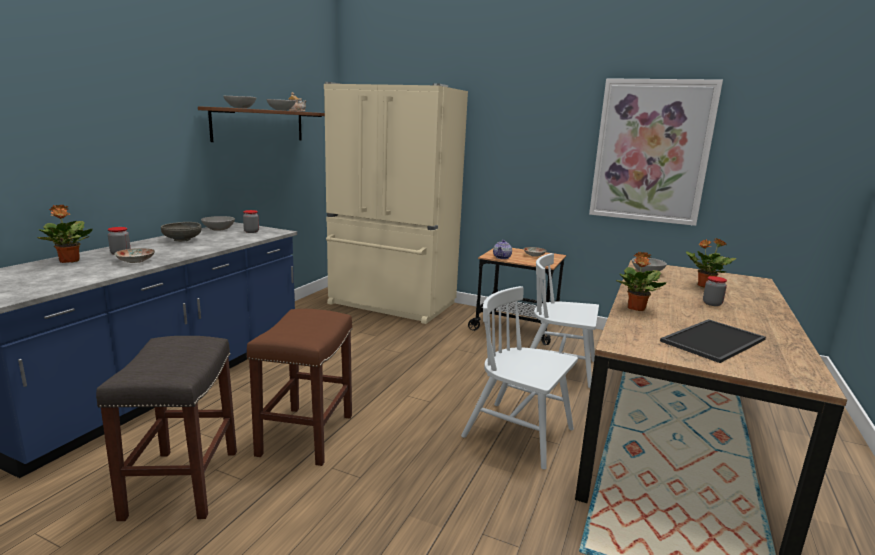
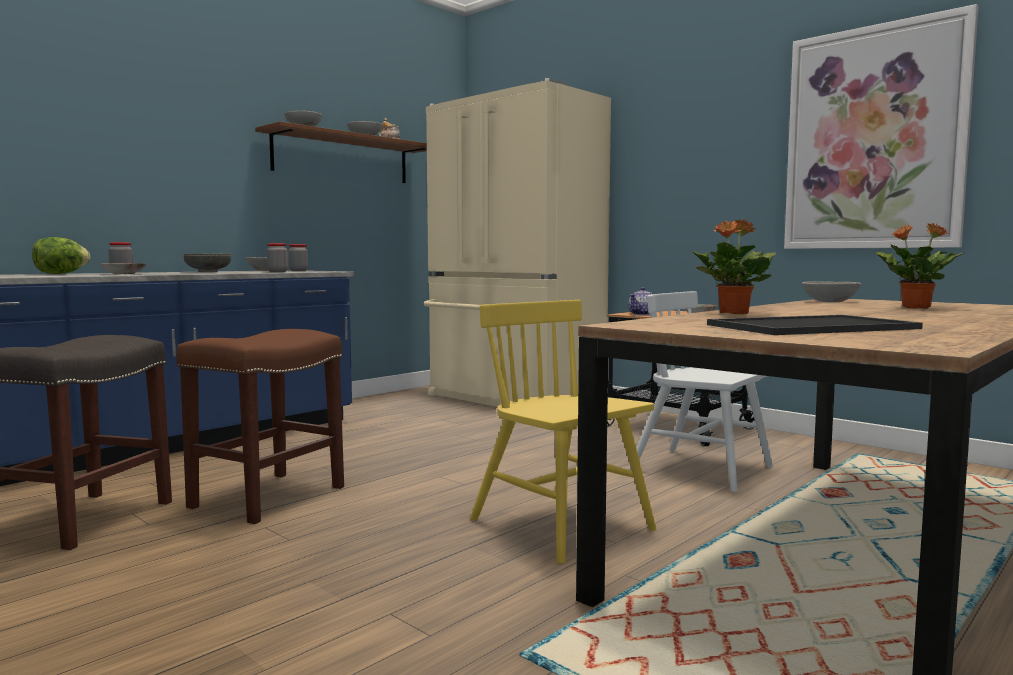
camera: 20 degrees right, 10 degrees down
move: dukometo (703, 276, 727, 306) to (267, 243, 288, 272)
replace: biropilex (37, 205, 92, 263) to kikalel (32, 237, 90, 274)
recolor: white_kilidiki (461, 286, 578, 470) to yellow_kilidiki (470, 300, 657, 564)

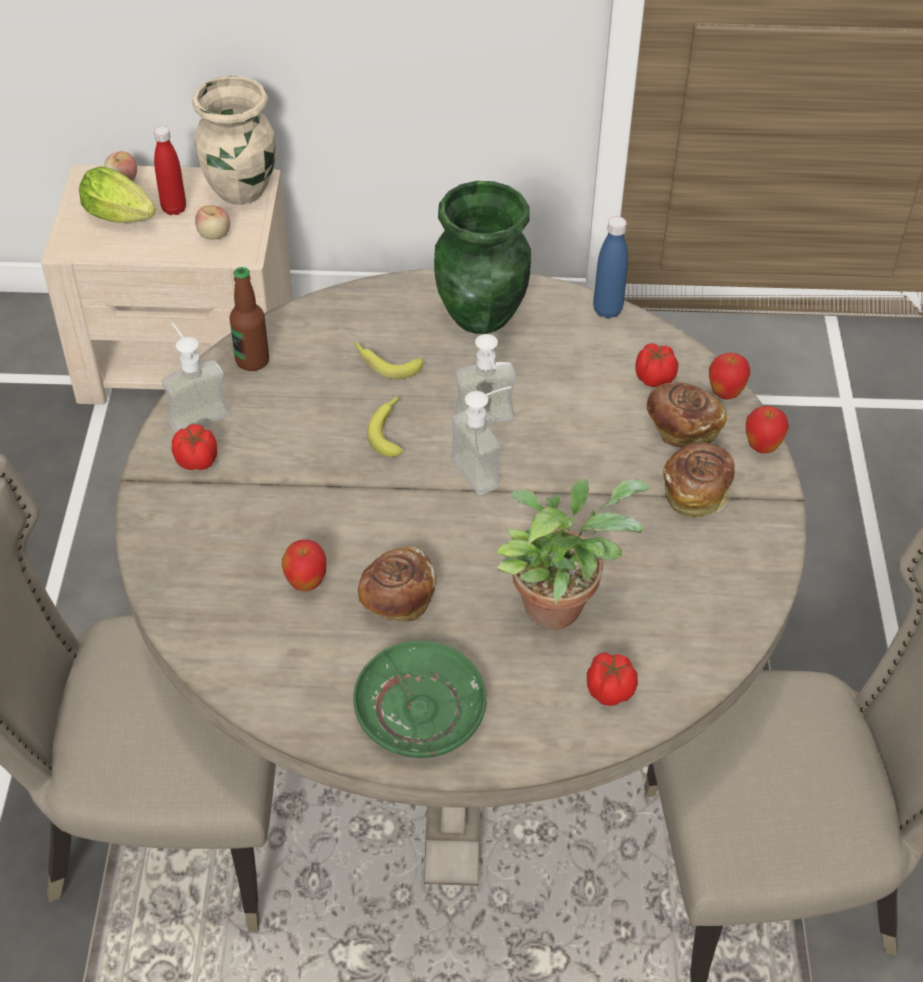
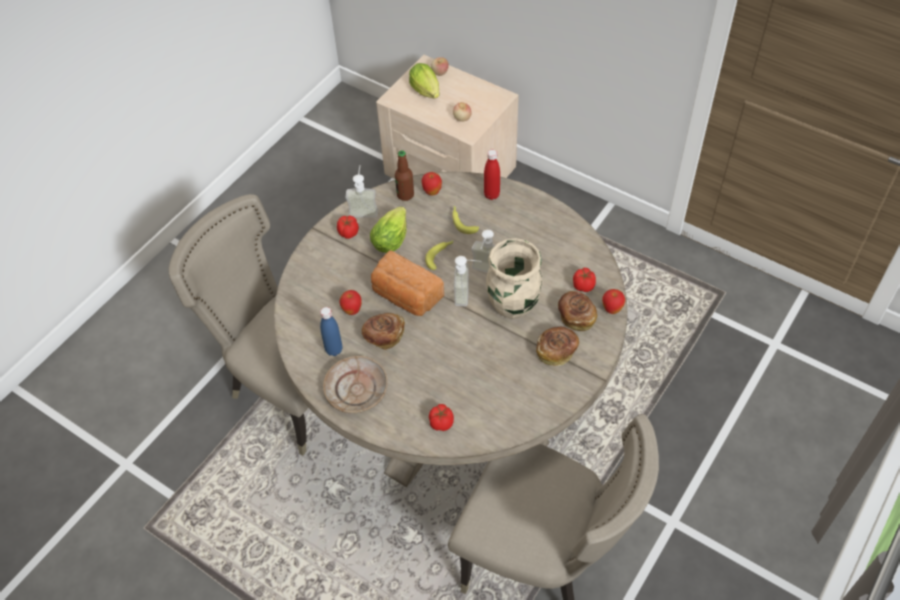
camera: 35 degrees right, 5 degrees up
delete: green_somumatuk (434, 181, 531, 334); biropilex (496, 479, 651, 629)
insert: kikalel (370, 206, 407, 253); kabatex (371, 250, 444, 316)
move: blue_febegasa (593, 216, 628, 319) to (320, 307, 342, 356); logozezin (746, 406, 789, 454) to (422, 172, 442, 195); red_febegasa (154, 126, 186, 215) to (484, 149, 500, 200); beige_somumatuk (192, 75, 276, 205) to (486, 238, 542, 319)
recolor: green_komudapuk (353, 641, 487, 758) to beige_komudapuk (323, 356, 388, 414)

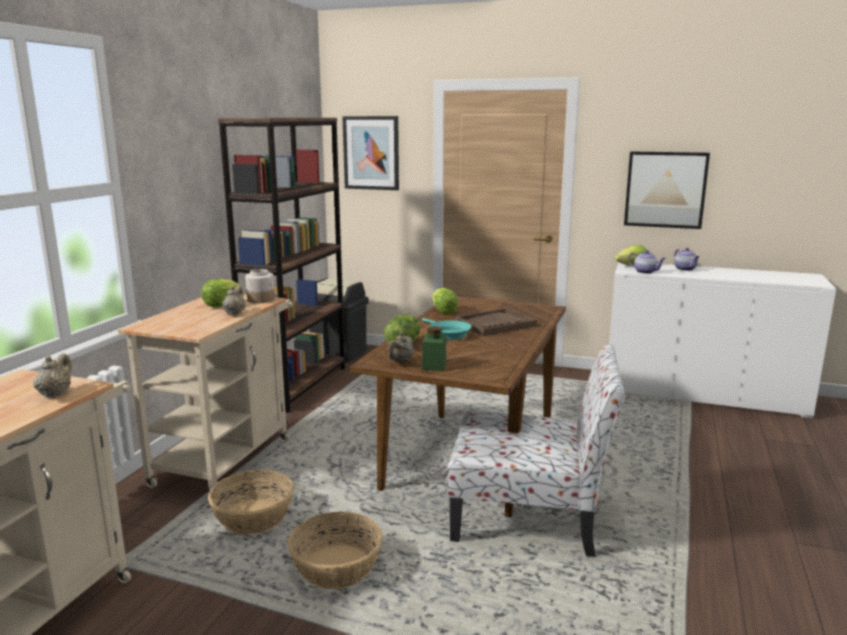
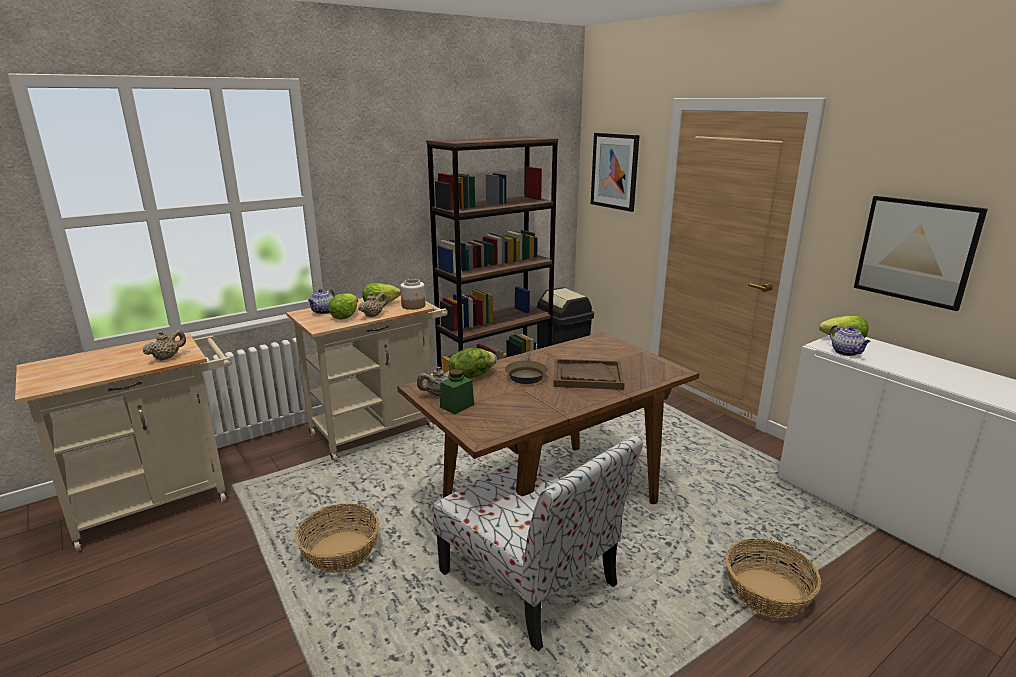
camera: 35 degrees right, 5 degrees up
move: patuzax (674, 248, 699, 271) to (308, 289, 335, 314); kikalel (433, 288, 458, 314) to (328, 293, 358, 320); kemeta (208, 470, 294, 535) to (725, 539, 821, 618)
recolor: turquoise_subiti (422, 318, 472, 340) to brown_subiti (505, 353, 548, 384)

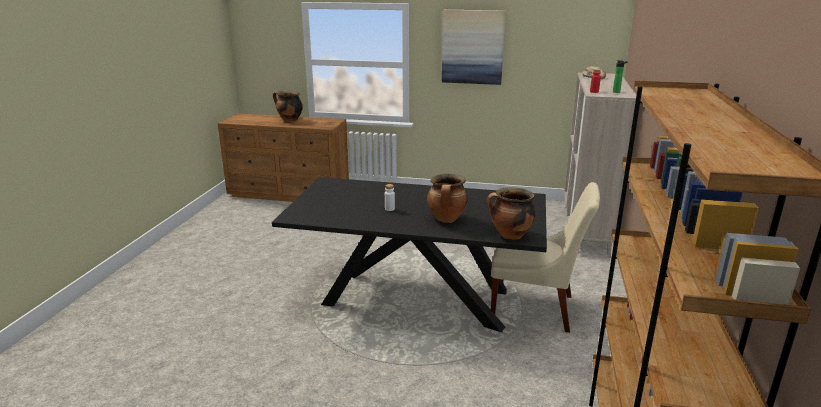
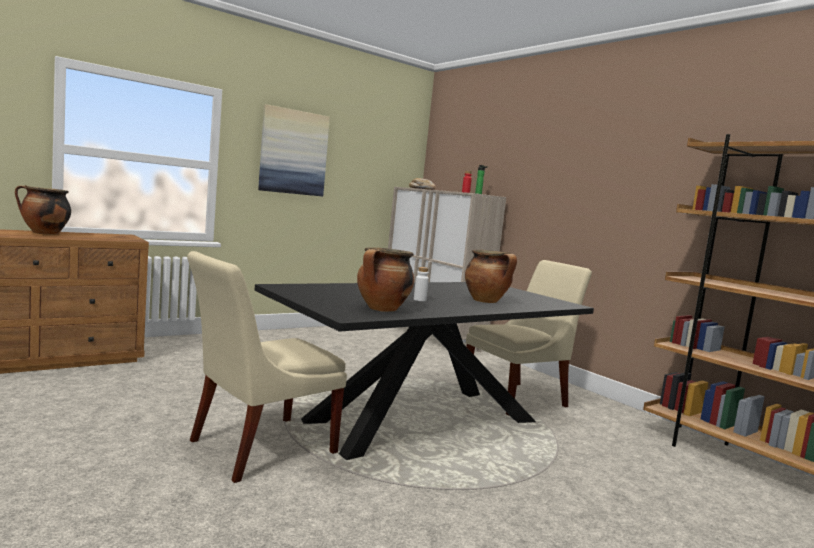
camera: 50 degrees left, 15 degrees down
insert: beige_kilidiki (187, 251, 347, 483)
move: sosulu (487, 187, 535, 240) to (357, 247, 414, 312)

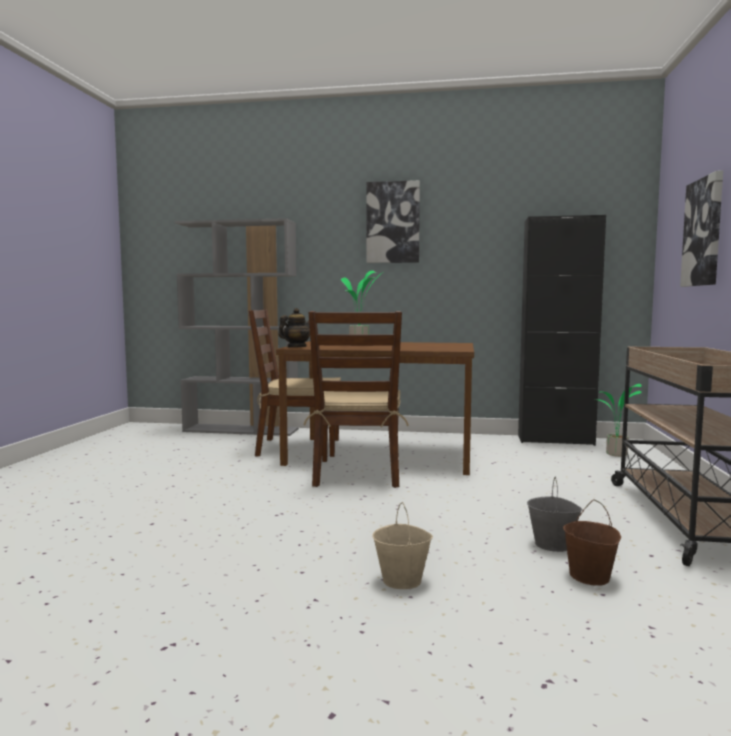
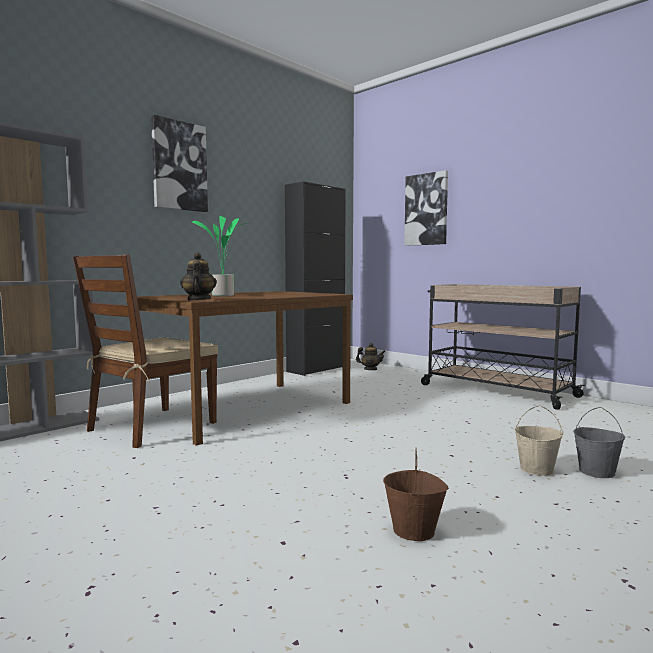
camera: 55 degrees left, 0 degrees up
delete: brown_kilidiki (303, 311, 409, 488)
move: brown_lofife (563, 499, 621, 586) to (383, 447, 449, 541); grey_lofife (527, 476, 583, 552) to (573, 407, 625, 478)
replace: biropilex (597, 384, 642, 457) to patuzax (356, 343, 386, 370)

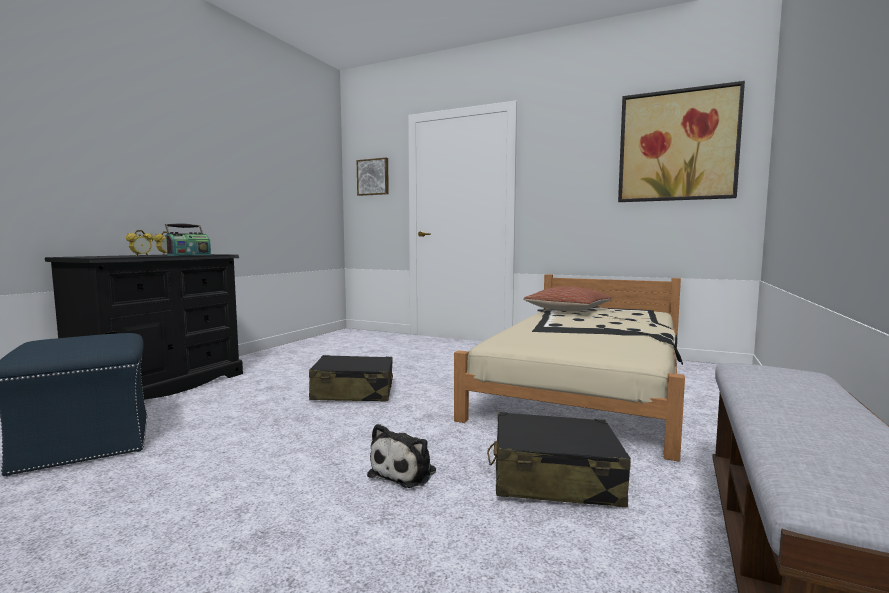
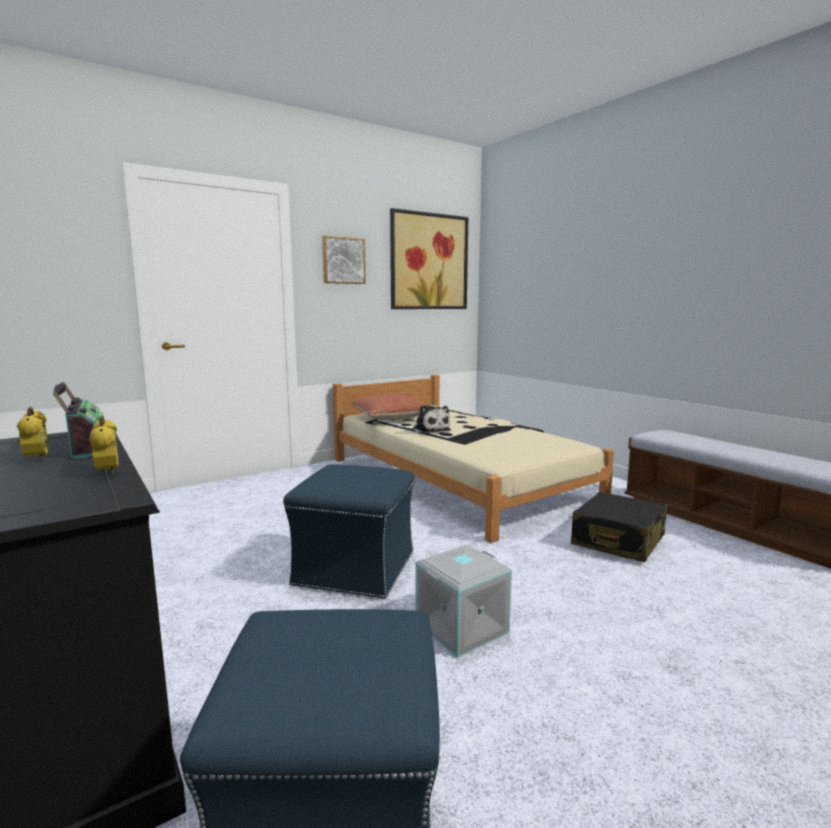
camera: 60 degrees left, 5 degrees up
insert: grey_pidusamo (416, 544, 512, 658)
move: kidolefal (357, 158, 389, 196) to (322, 235, 366, 284); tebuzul (367, 424, 436, 488) to (412, 405, 451, 434)
replace: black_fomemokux (309, 355, 393, 401) to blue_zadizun (283, 464, 414, 599)

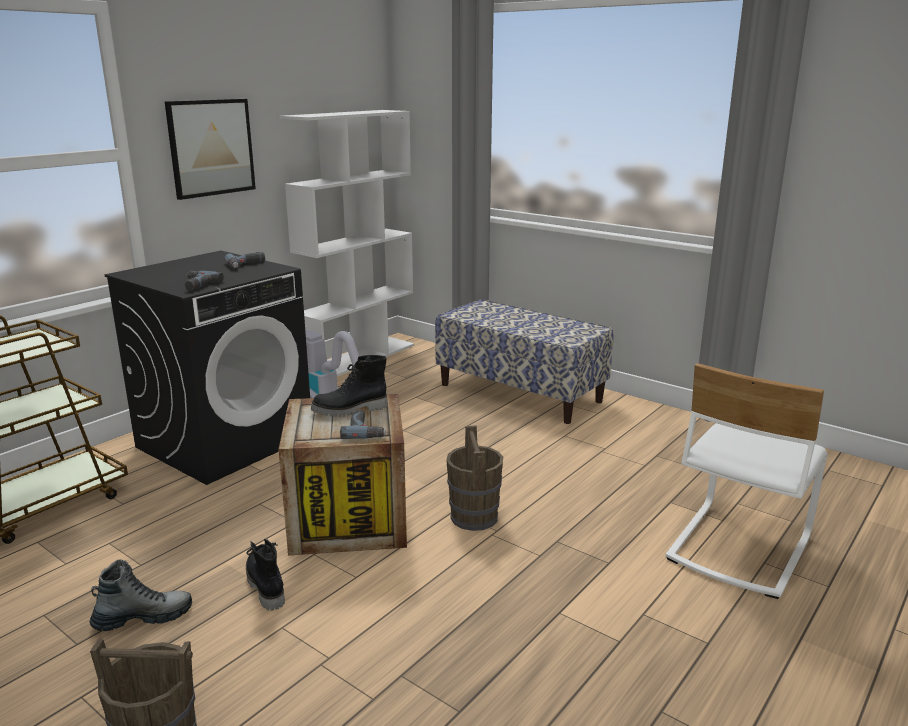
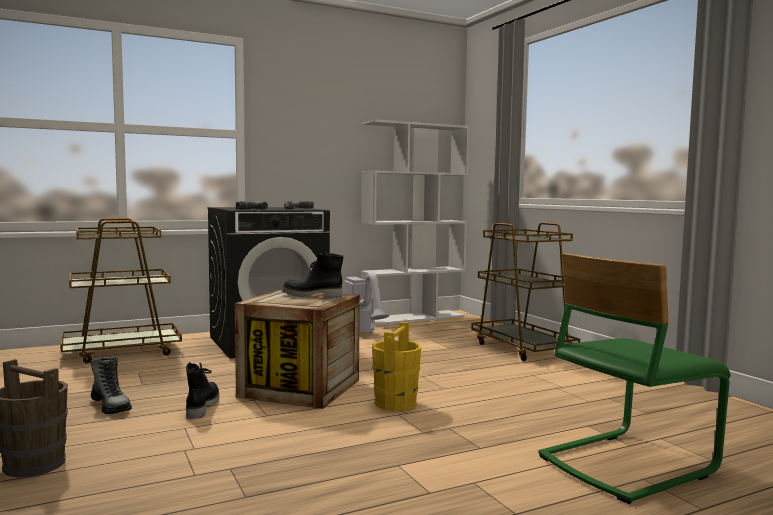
camera: 25 degrees right, 15 degrees down
delete: kidolefal (165, 99, 256, 200); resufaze (340, 410, 387, 439)
replace: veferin (435, 299, 614, 424) to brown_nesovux (471, 222, 580, 361)
recolor: brown_lofife (446, 425, 503, 531) to yellow_lofife (372, 322, 422, 411); white_kilidiki (666, 363, 828, 599) to green_kilidiki (539, 253, 731, 504)
rotate: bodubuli (90, 559, 192, 631) = (90, 356, 132, 414) 45 degrees clockwise

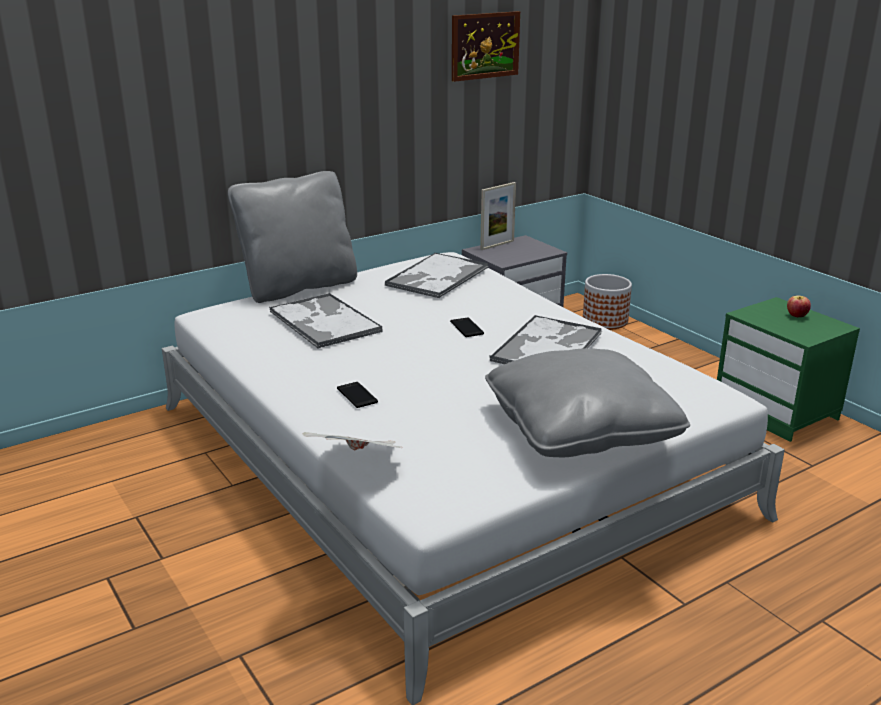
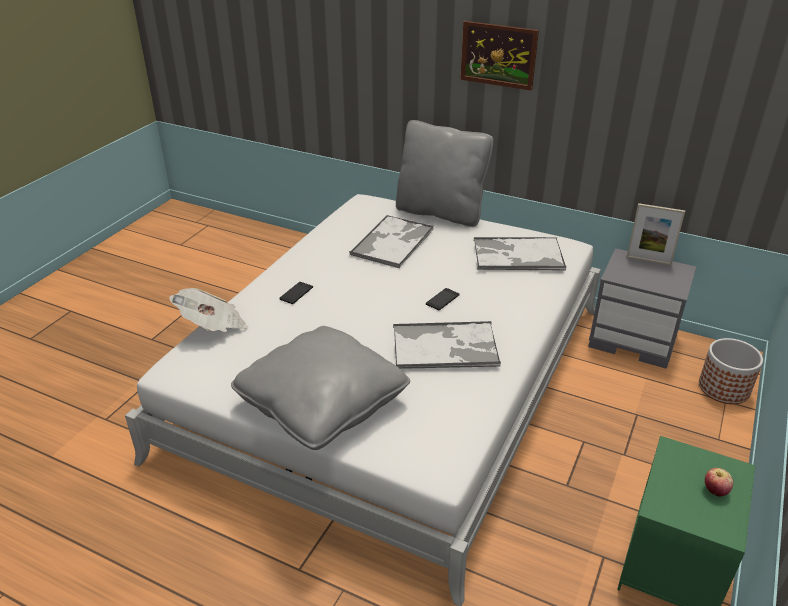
camera: 60 degrees right, 10 degrees up
move: kidolefal (452, 11, 520, 82) to (460, 21, 539, 90)

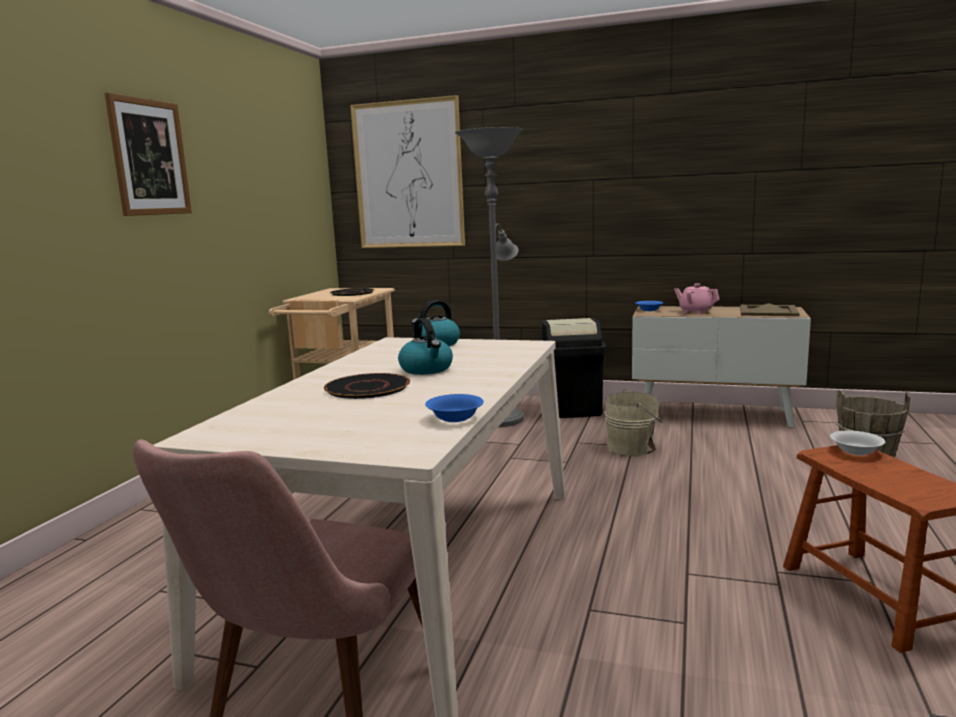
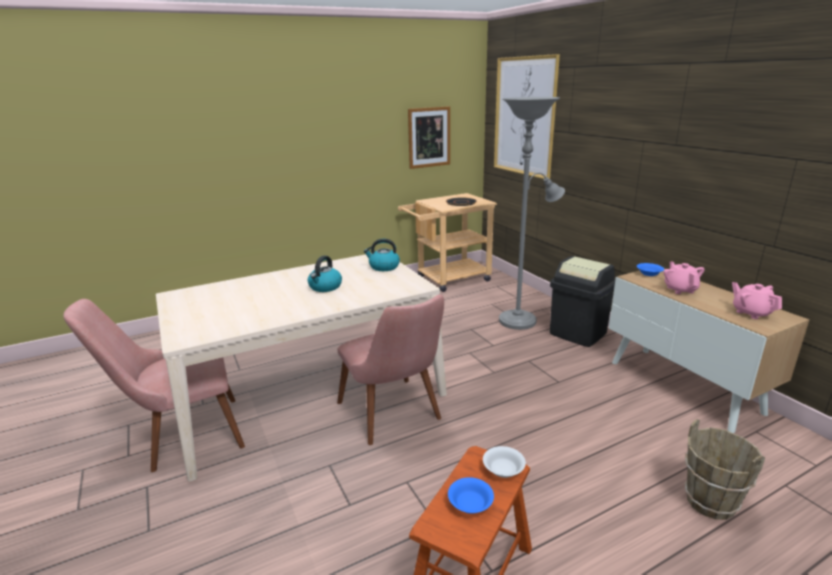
camera: 45 degrees right, 10 degrees up
delete: black_komudapuk (324, 373, 410, 399); beige_lofife (604, 389, 663, 456)
insert: pink_kilidiki (337, 294, 444, 445)
move: kidolefal (105, 93, 192, 216) to (408, 106, 450, 169); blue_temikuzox (425, 394, 484, 422) to (448, 477, 494, 514)
replace: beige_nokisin (740, 303, 800, 316) to pink_patuzax (732, 282, 782, 319)

